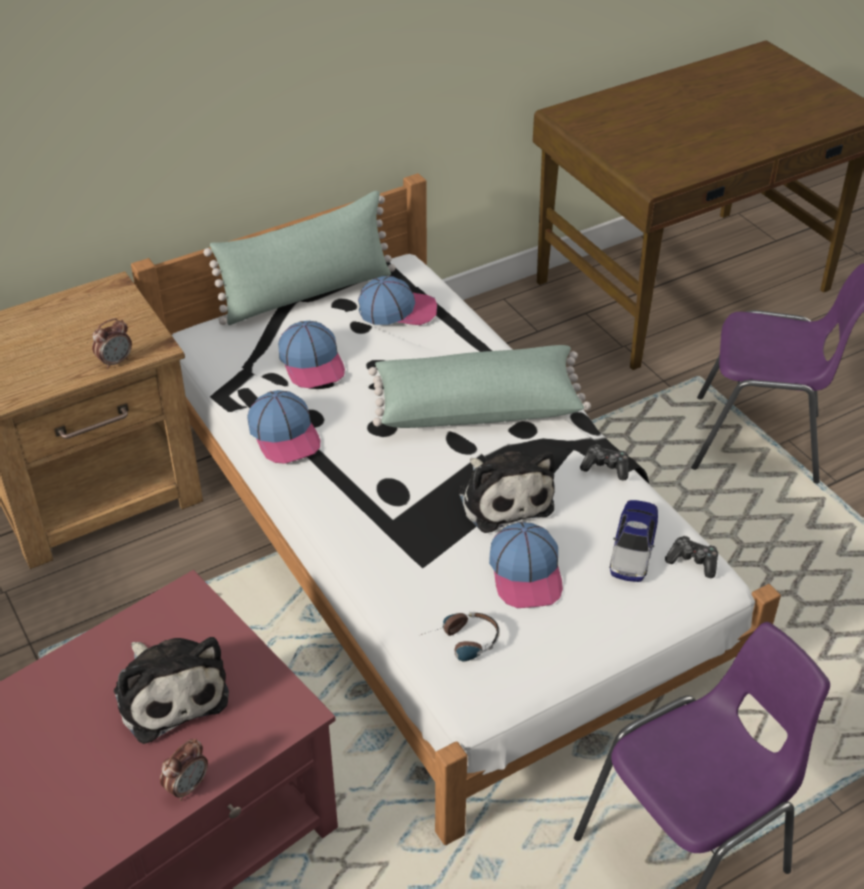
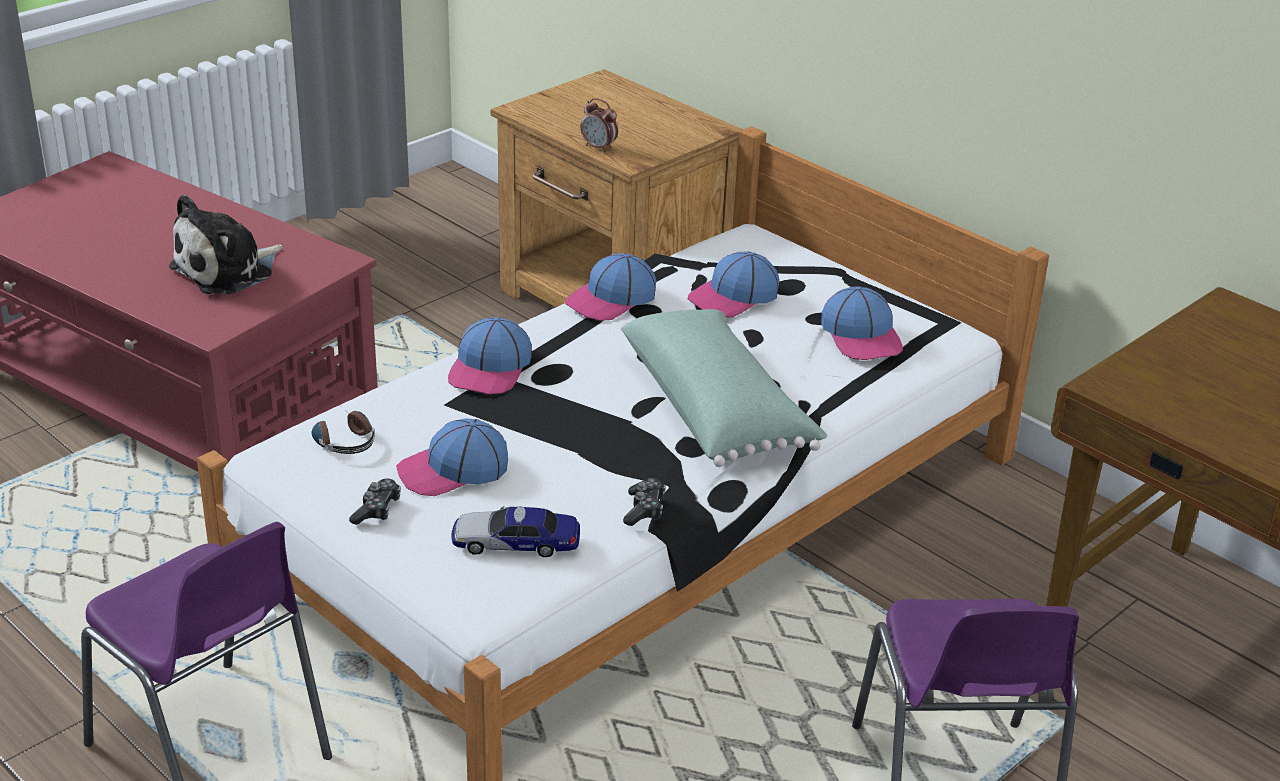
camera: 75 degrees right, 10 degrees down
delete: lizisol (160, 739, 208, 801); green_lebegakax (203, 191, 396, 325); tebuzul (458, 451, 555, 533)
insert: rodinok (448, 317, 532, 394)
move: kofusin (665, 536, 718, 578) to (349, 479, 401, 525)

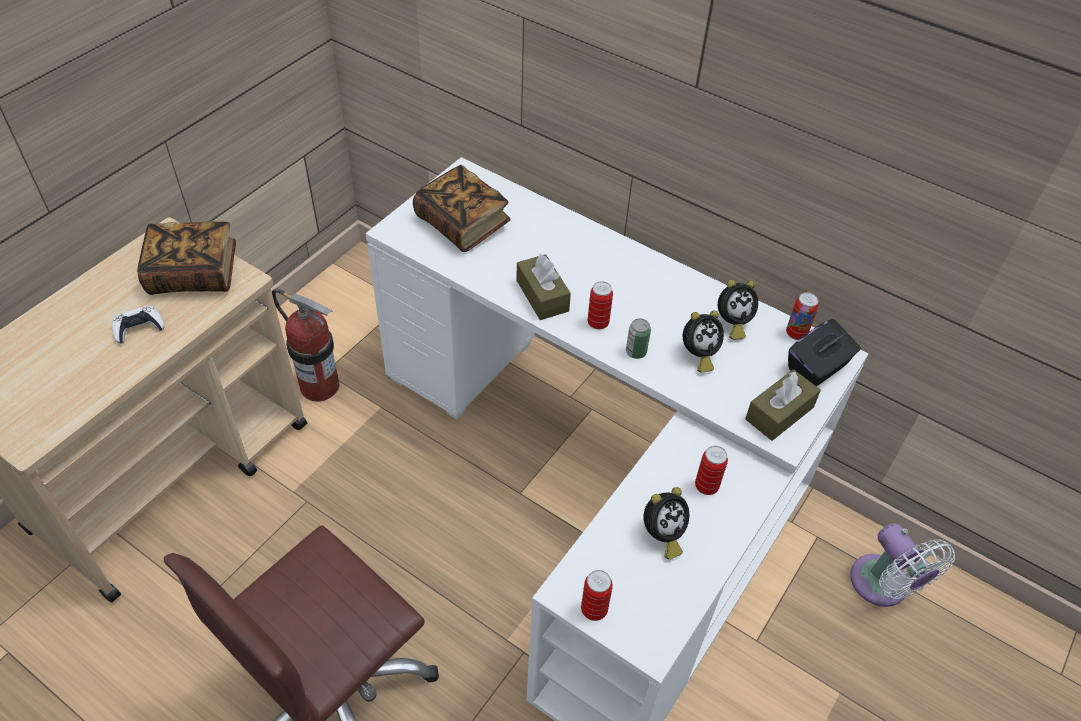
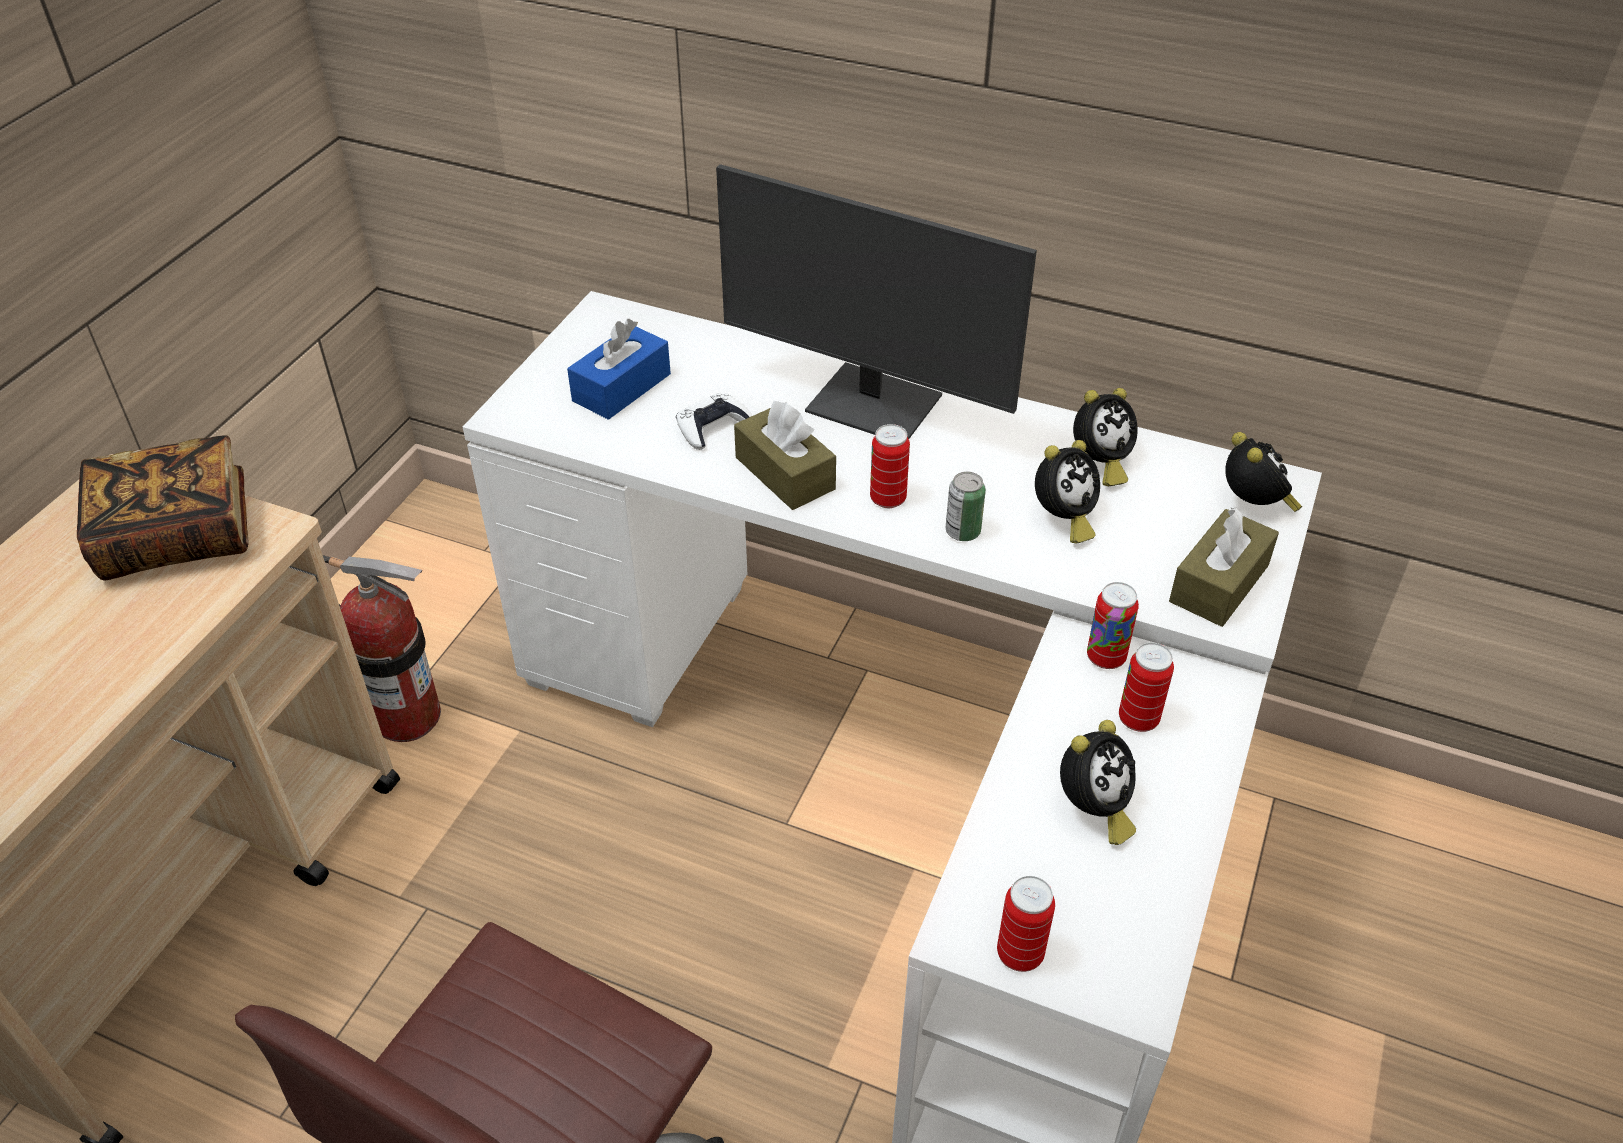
camera: 10 degrees left, 5 degrees down
delete: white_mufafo (850, 523, 955, 607)
insert: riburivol (716, 164, 1037, 439)
move: white_kofusin (112, 305, 165, 344) to (676, 393, 752, 450); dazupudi (786, 292, 819, 340) to (1087, 582, 1139, 669)
replace: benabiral (413, 165, 510, 252) to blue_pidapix (567, 319, 671, 420); black_pidapix (788, 319, 861, 386) to lizisol (1225, 432, 1302, 512)

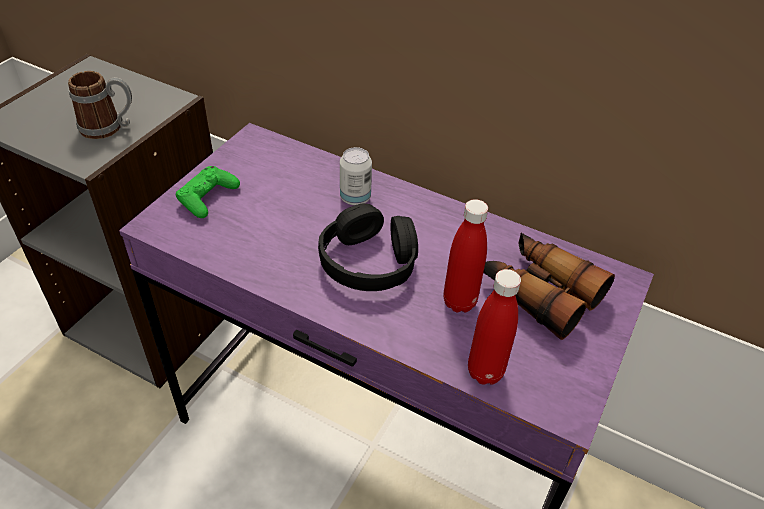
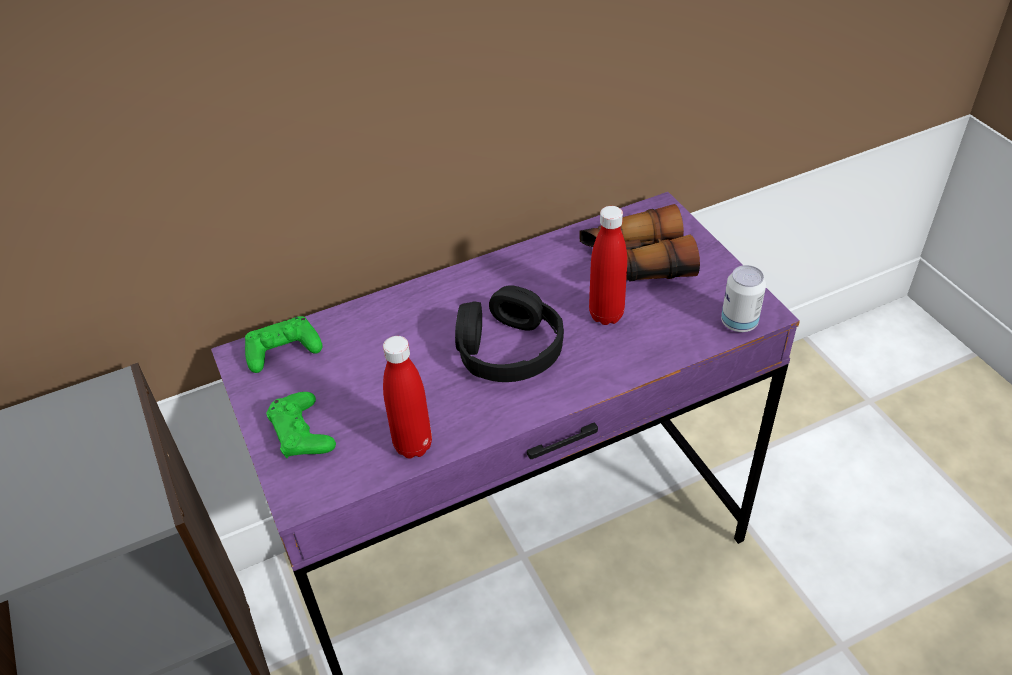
camera: 50 degrees left, 0 degrees up
delete: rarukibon (68, 71, 132, 139)
insert: green_kofusin (245, 316, 323, 373)
move: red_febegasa (468, 269, 521, 385) to (383, 336, 432, 459); dazupudi (340, 147, 372, 205) to (721, 265, 766, 332)

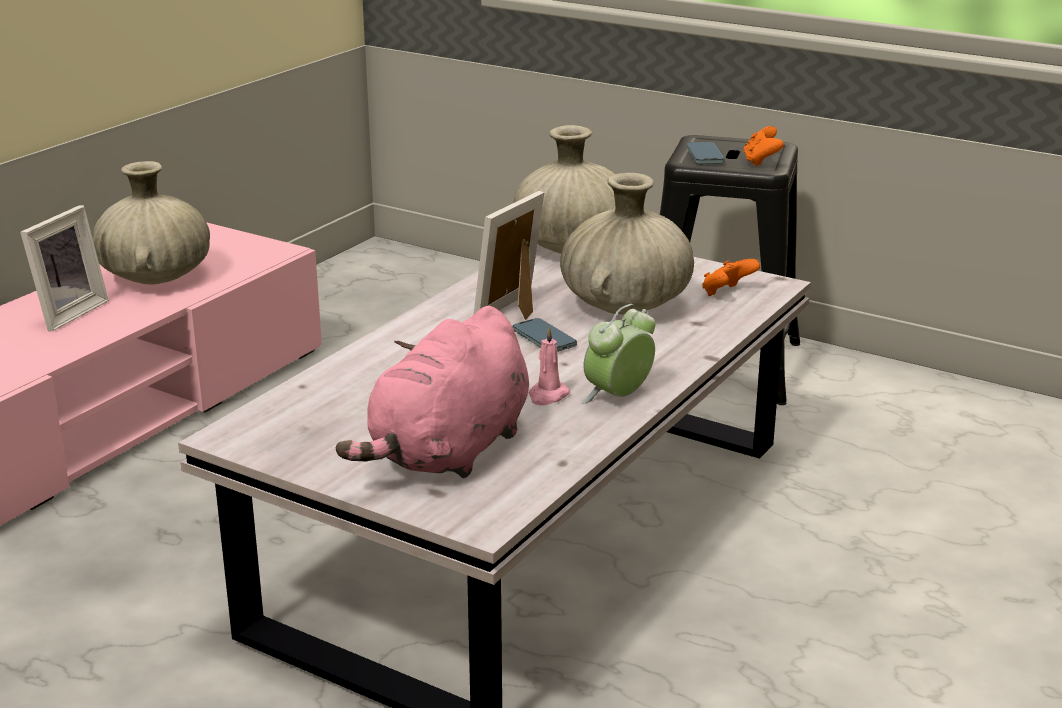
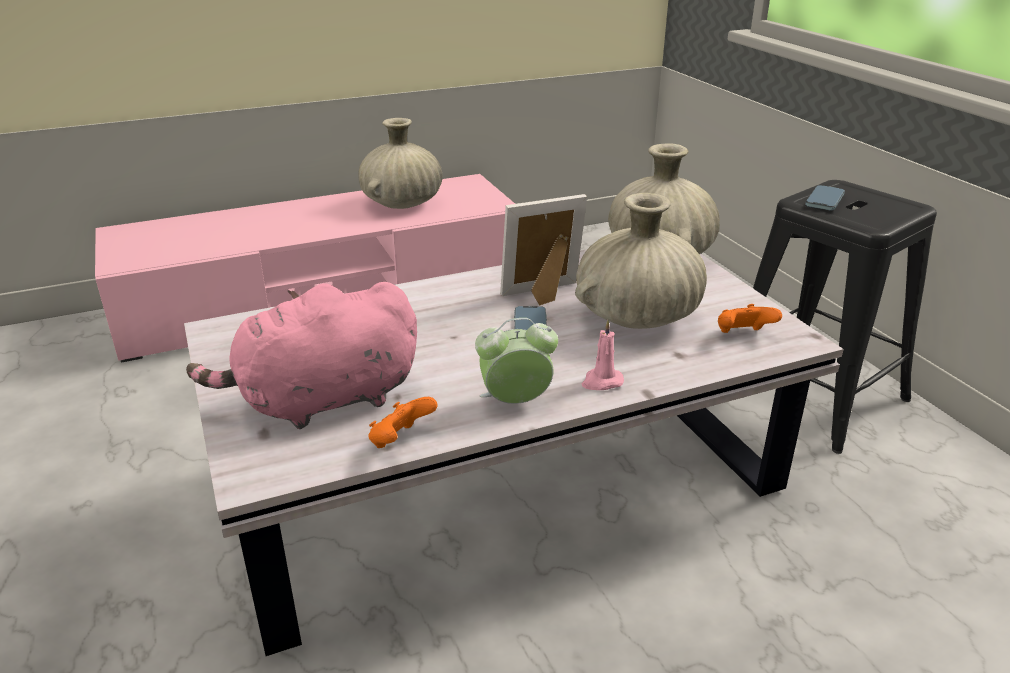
camera: 35 degrees right, 5 degrees up
delete: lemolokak (20, 205, 109, 332)
move: orange_kofusin (743, 126, 784, 167) to (368, 397, 438, 448); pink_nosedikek (529, 327, 570, 405) to (582, 320, 624, 390)

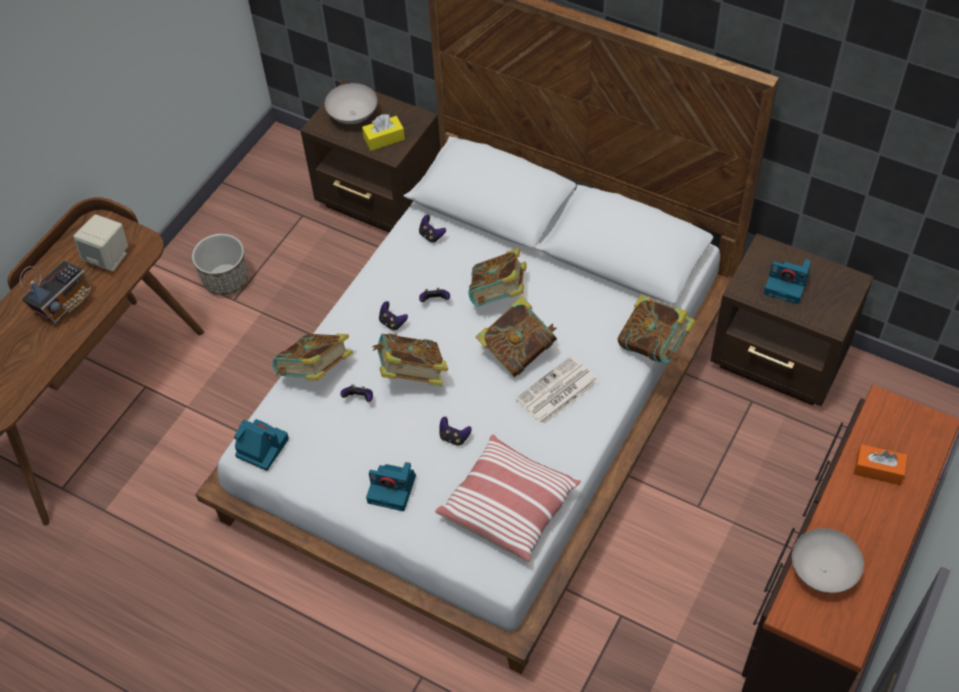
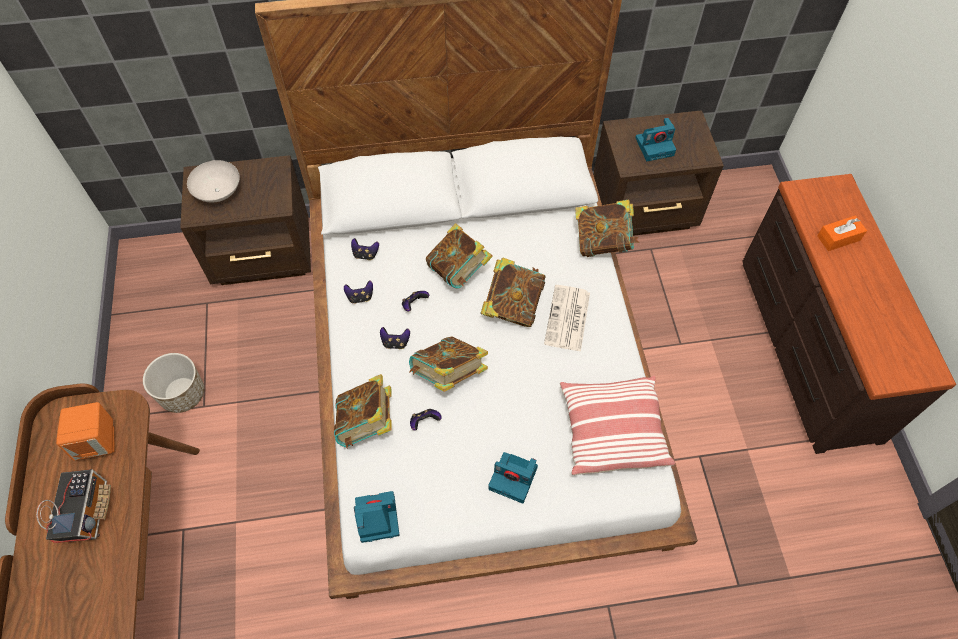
camera: 40 degrees left, 5 degrees up
delete: yellow_pidapix (362, 114, 405, 151); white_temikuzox (792, 528, 864, 593)
move: kofusin (439, 416, 472, 446) to (344, 280, 373, 304)
recolor: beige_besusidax (73, 214, 128, 272) to orange_besusidax (56, 402, 115, 461)
rotate: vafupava (366, 462, 416, 511) = (488, 452, 538, 503) 45 degrees clockwise

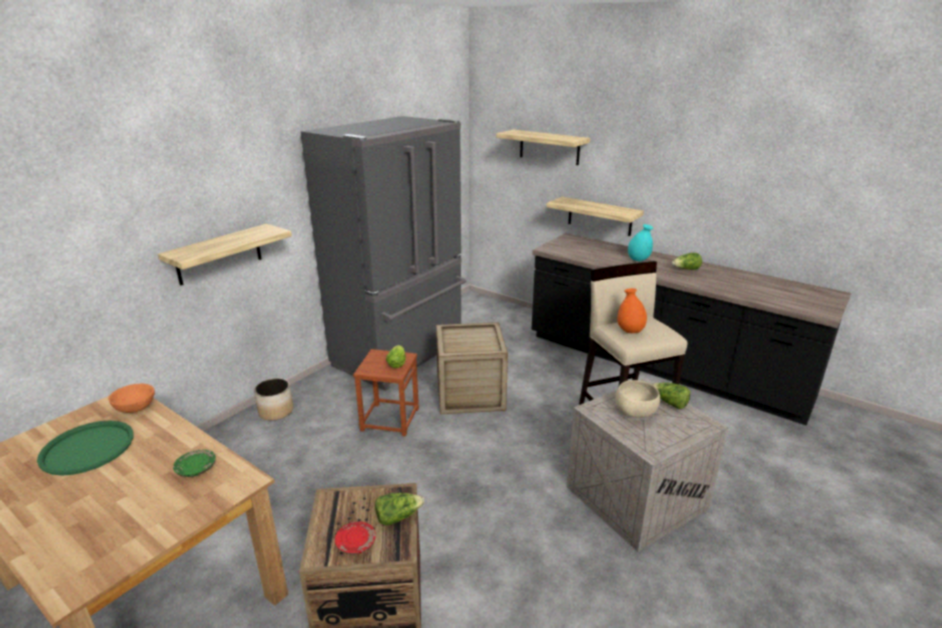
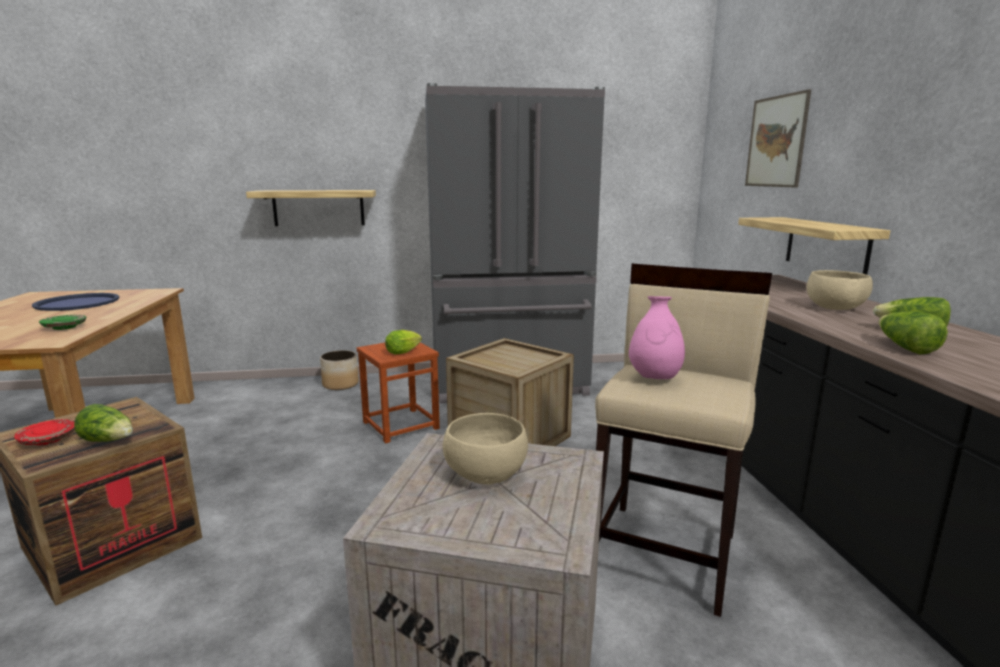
camera: 45 degrees right, 10 degrees down
delete: orange_temikuzox (108, 384, 155, 413)
move: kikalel (651, 382, 690, 409) to (879, 311, 948, 354)
replace: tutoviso (496, 130, 590, 165) to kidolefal (745, 89, 811, 188); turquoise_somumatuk (628, 224, 653, 261) to beige_temikuzox (807, 270, 873, 310)
recolor: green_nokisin (37, 420, 134, 476) to blue_nokisin (32, 293, 119, 311); orange_somumatuk (617, 288, 647, 333) to pink_somumatuk (629, 296, 685, 379)

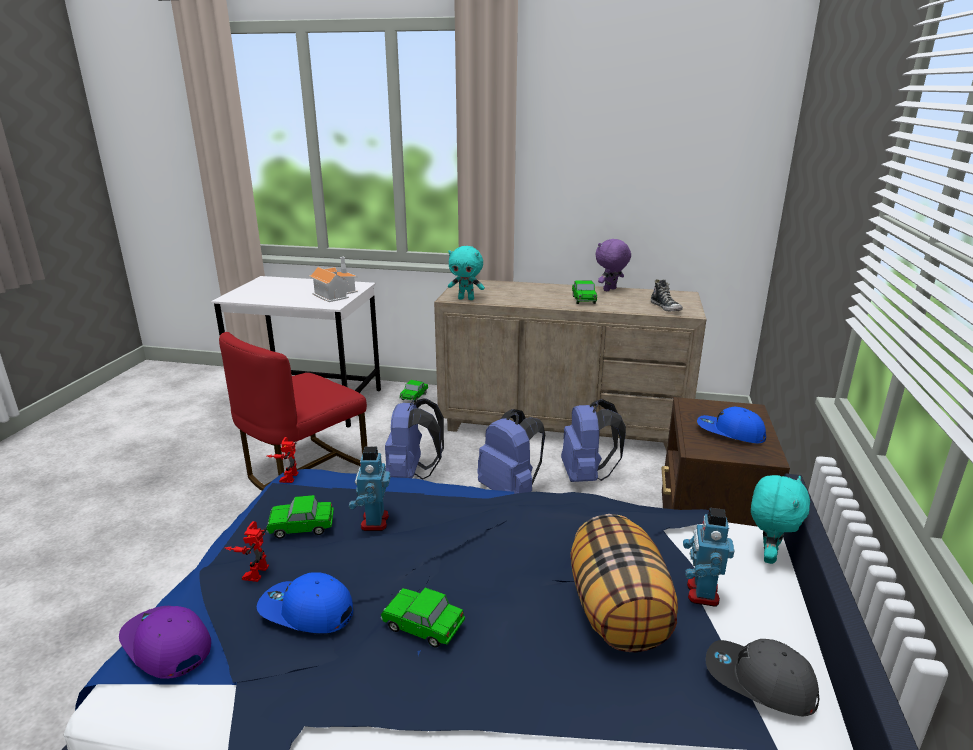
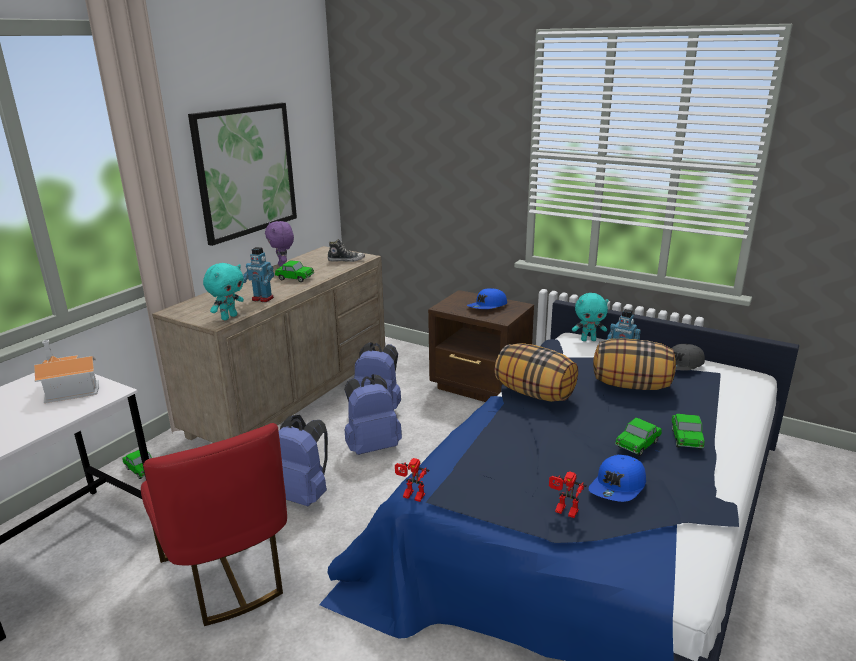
camera: 70 degrees left, 0 degrees up
delete: purple_rodinok (119, 606, 211, 679)
insert: kidolefal (188, 103, 297, 246); lebegakax (495, 343, 578, 402)
move: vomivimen (349, 447, 391, 531) to (243, 247, 274, 302); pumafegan (266, 495, 334, 539) to (672, 414, 705, 449)
rotate: turquoise_tebuzul (751, 475, 810, 564) = (572, 293, 609, 341) 135 degrees clockwise

